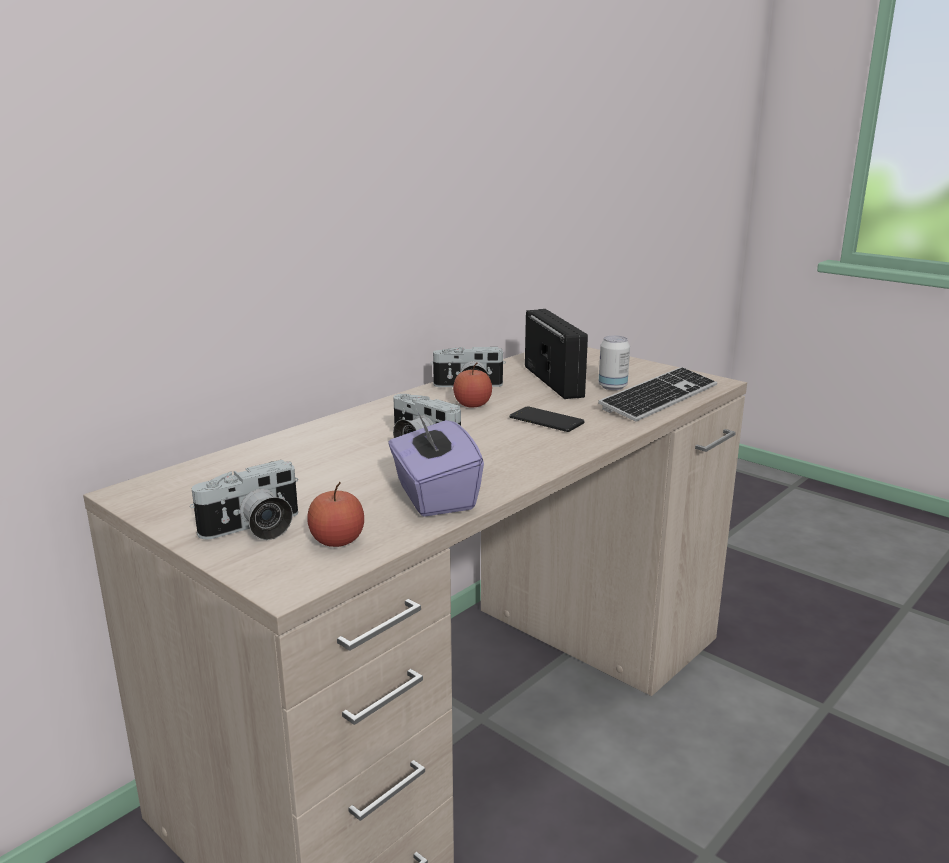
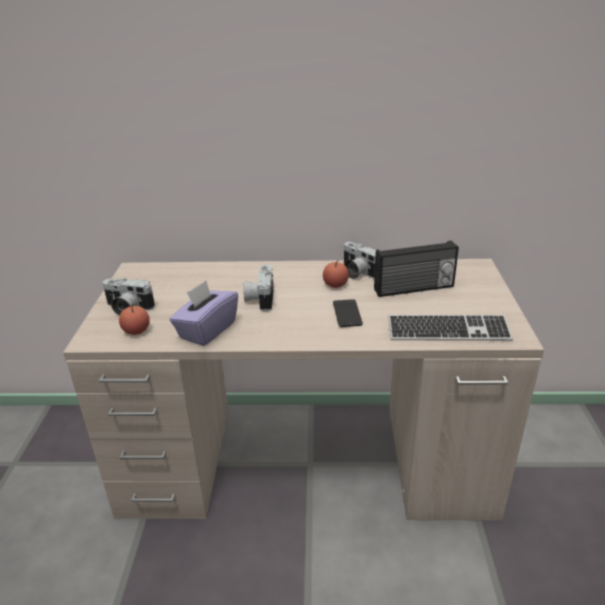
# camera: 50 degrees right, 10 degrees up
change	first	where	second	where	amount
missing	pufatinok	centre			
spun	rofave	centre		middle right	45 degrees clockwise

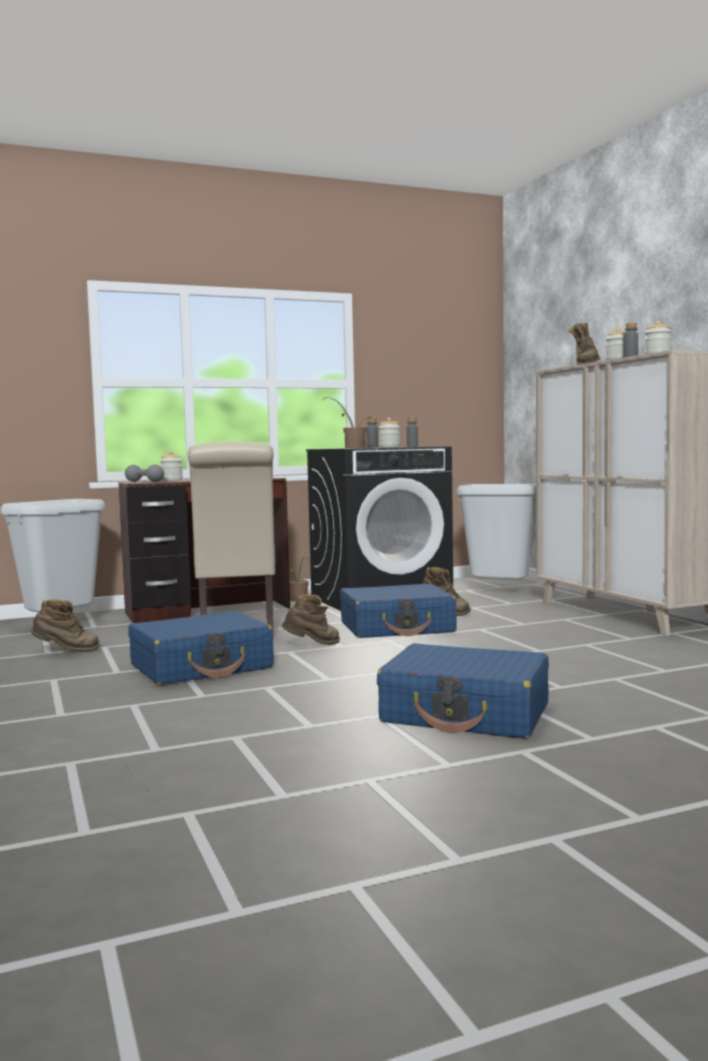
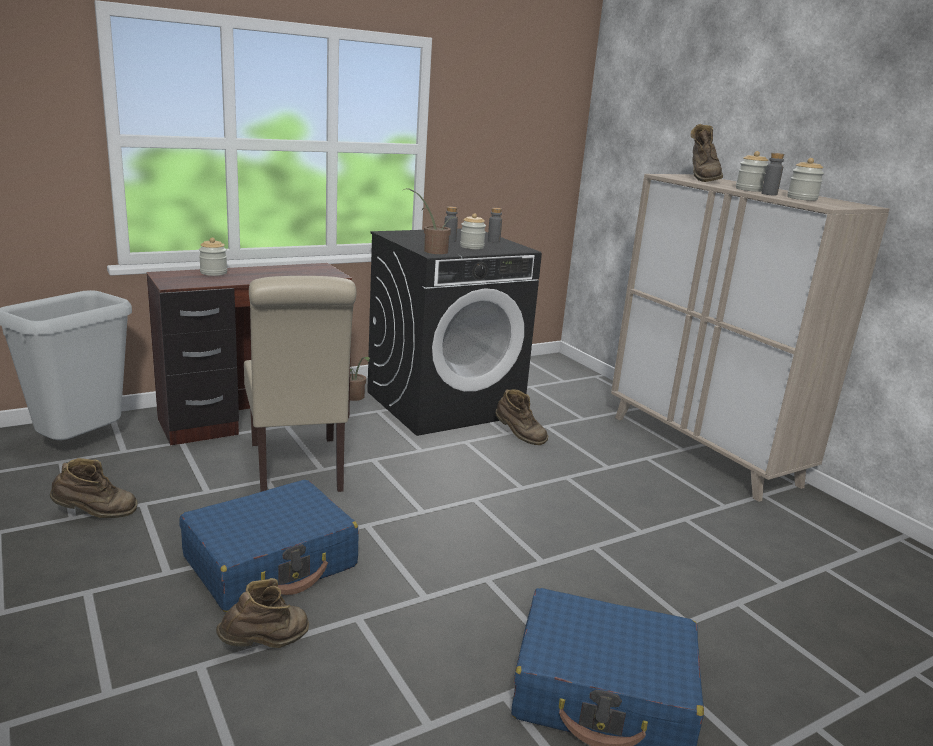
# camera: 10 degrees left, 15 degrees up
change	first	where	second	where	amount
missing	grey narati	middle left			
missing	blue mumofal (no. 2 from left)	centre			
missing	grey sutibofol (no. 2 from left)	middle right			
relocated	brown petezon (no. 2 from left)	centre		bottom left	

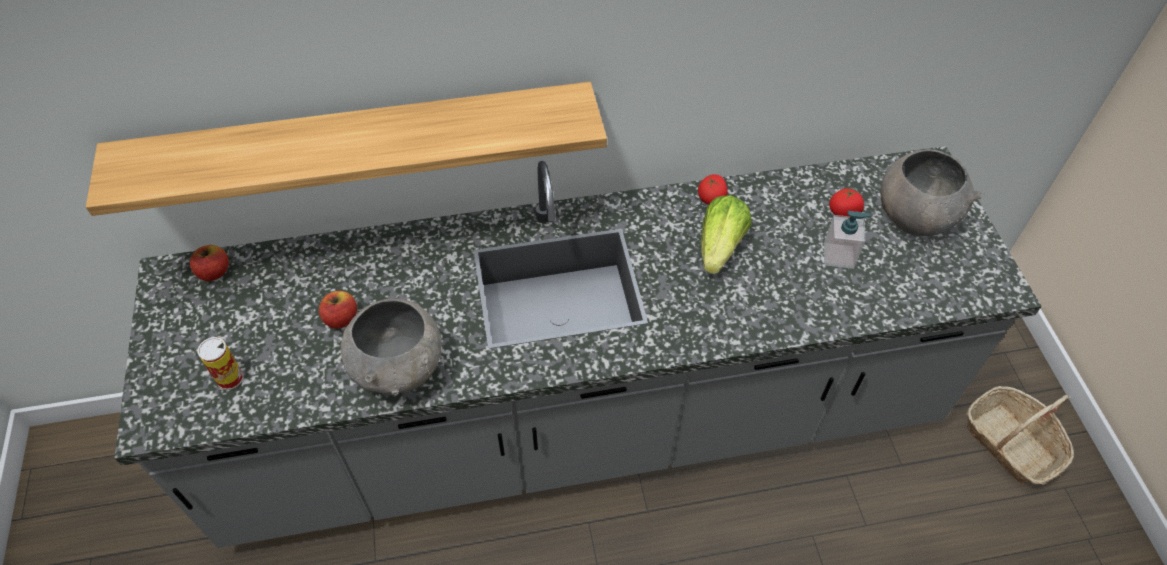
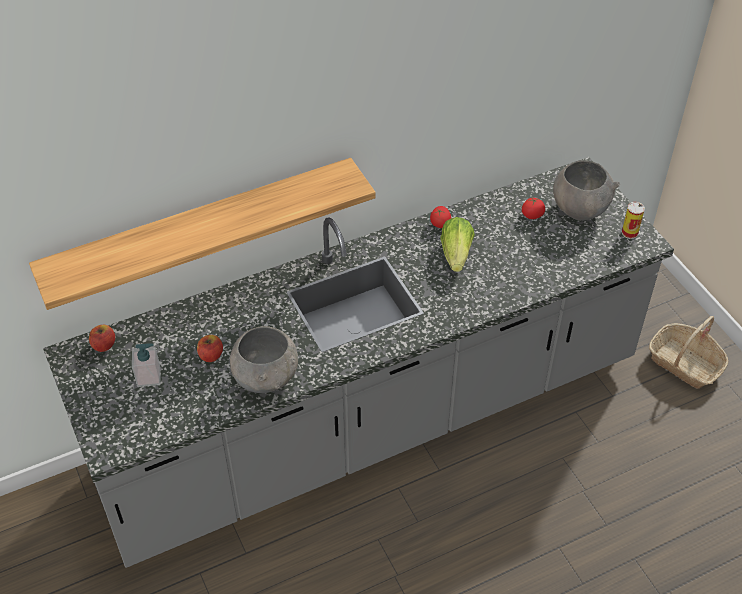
# camera: 15 degrees left, 5 degrees down
change	first	where	second	where	amount
relocated	pufatinok	middle left		middle right	
relocated	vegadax	middle right		middle left	

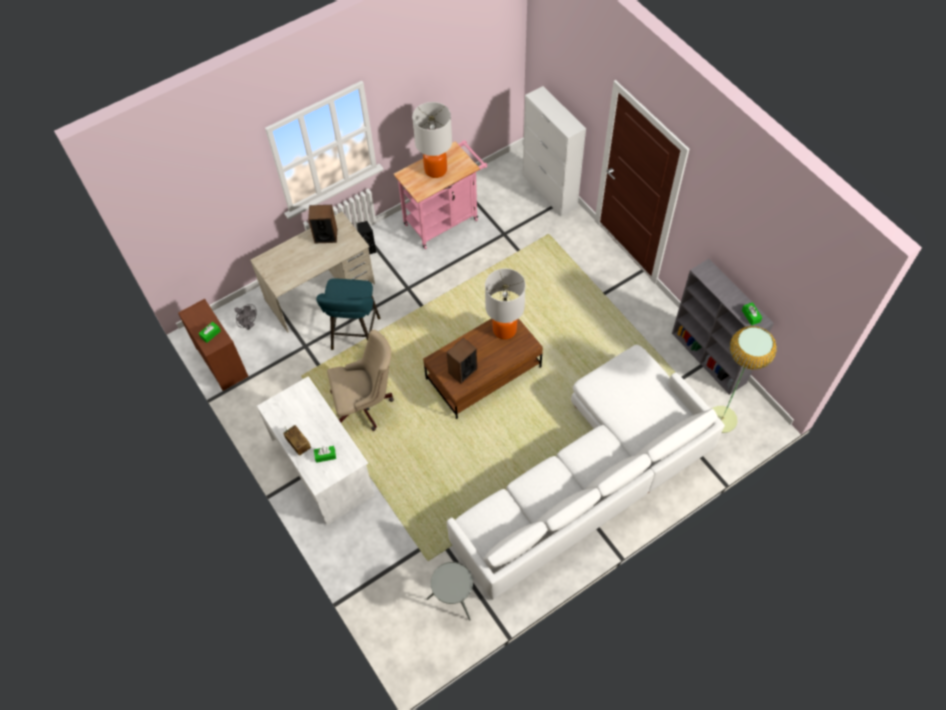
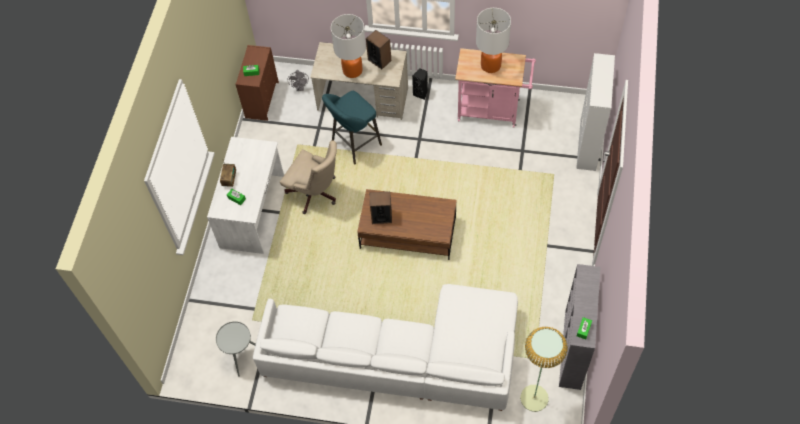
# camera: 45 degrees right, 0 degrees up
change	first	where	second	where	amount
relocated	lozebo (no. 2 from left in the first image)	centre	lozebo (no. 1 from left)	top centre	

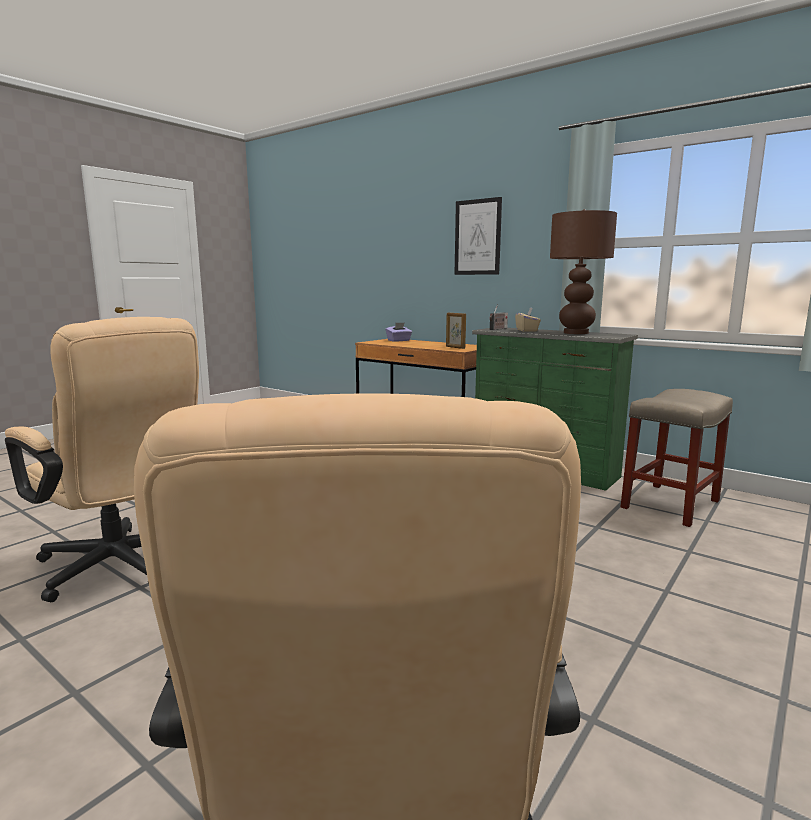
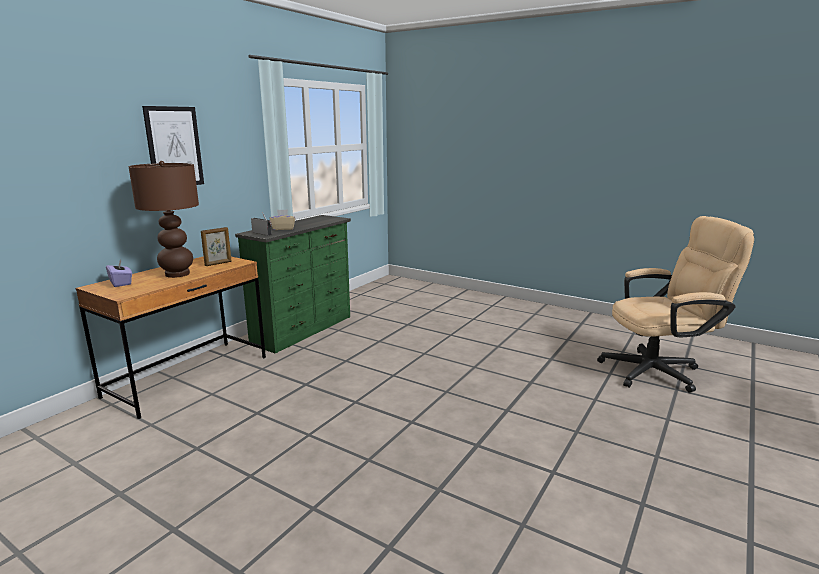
# camera: 95 degrees left, 5 degrees up
change	first	where	second	where	amount
missing	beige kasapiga (no. 1 from left)	middle left			
missing	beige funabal	middle right			
relocated	brown lozebo	top right		middle left	

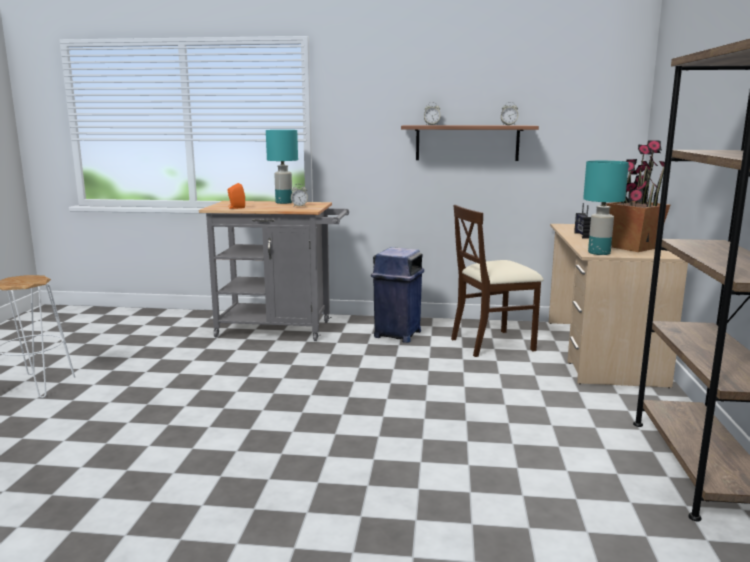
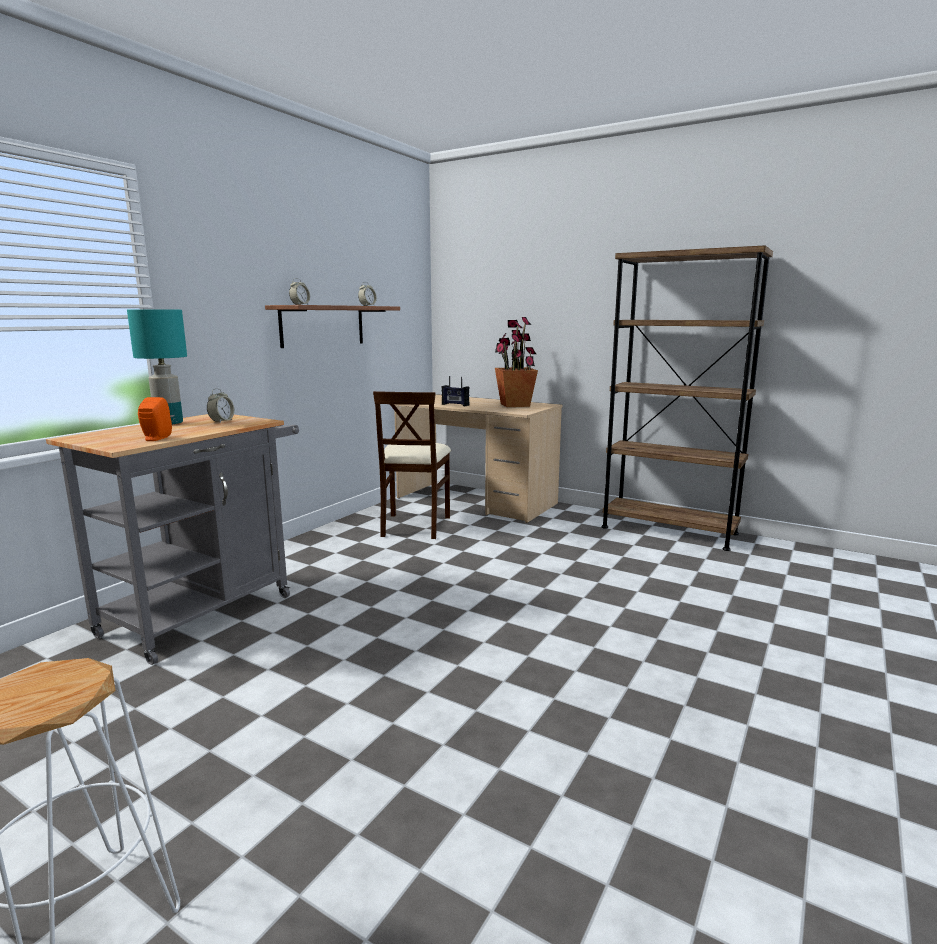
# camera: 65 degrees left, 0 degrees up
change	first	where	second	where	amount
missing	blue sutibofol	centre			
missing	turquoise lozebo (no. 2 from left)	middle right			

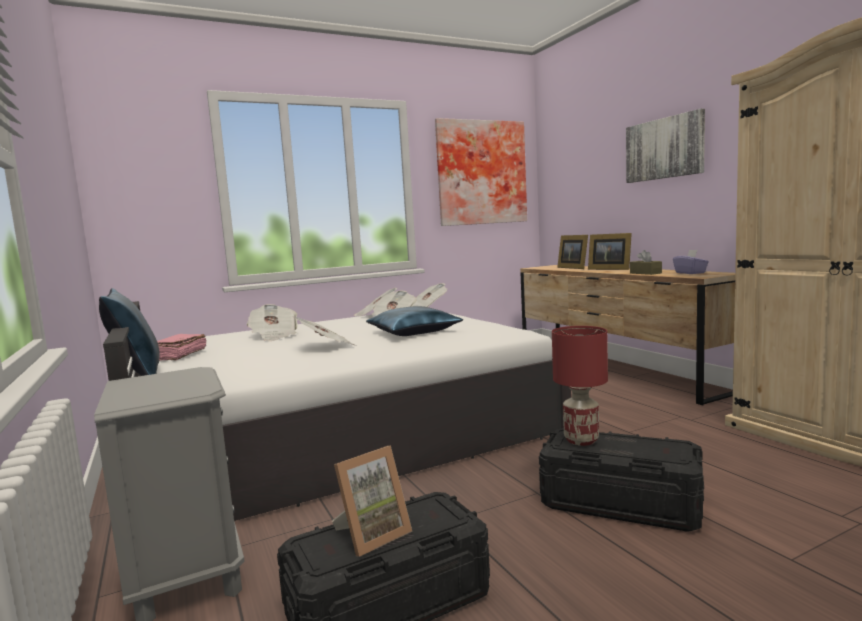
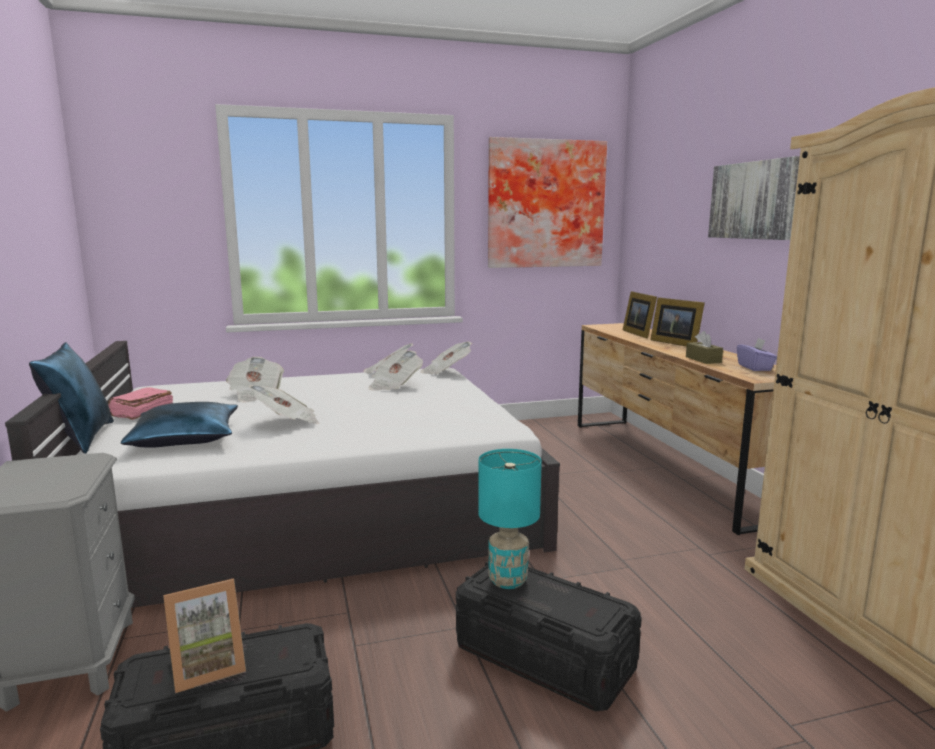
# camera: 10 degrees right, 5 degrees up
change	first	where	second	where	amount
relocated	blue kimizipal (no. 2 from left)	centre		middle left	
colour	red lozebo	middle right	turquoise lozebo	bottom centre	

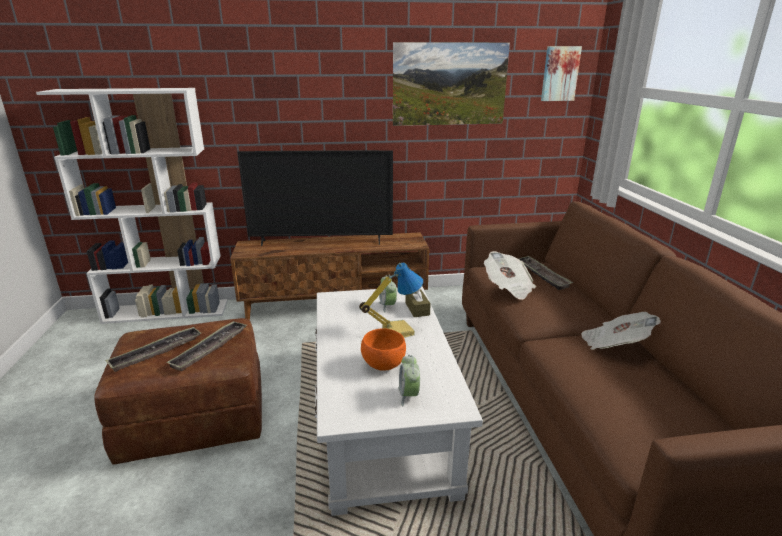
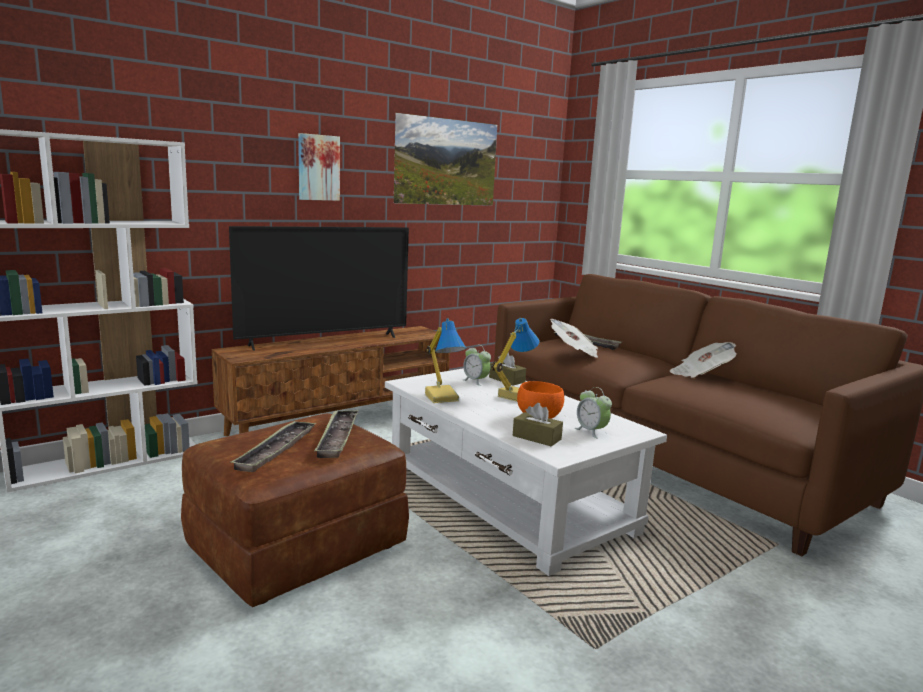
# camera: 30 degrees left, 10 degrees down
change	first	where	second	where	amount
appeared			lozebo (no. 1 from left)	centre	
appeared			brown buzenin (no. 2 from left)	centre	
relocated	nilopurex (no. 2 from left in the first image)	top right	nilopurex (no. 1 from left)	top centre	

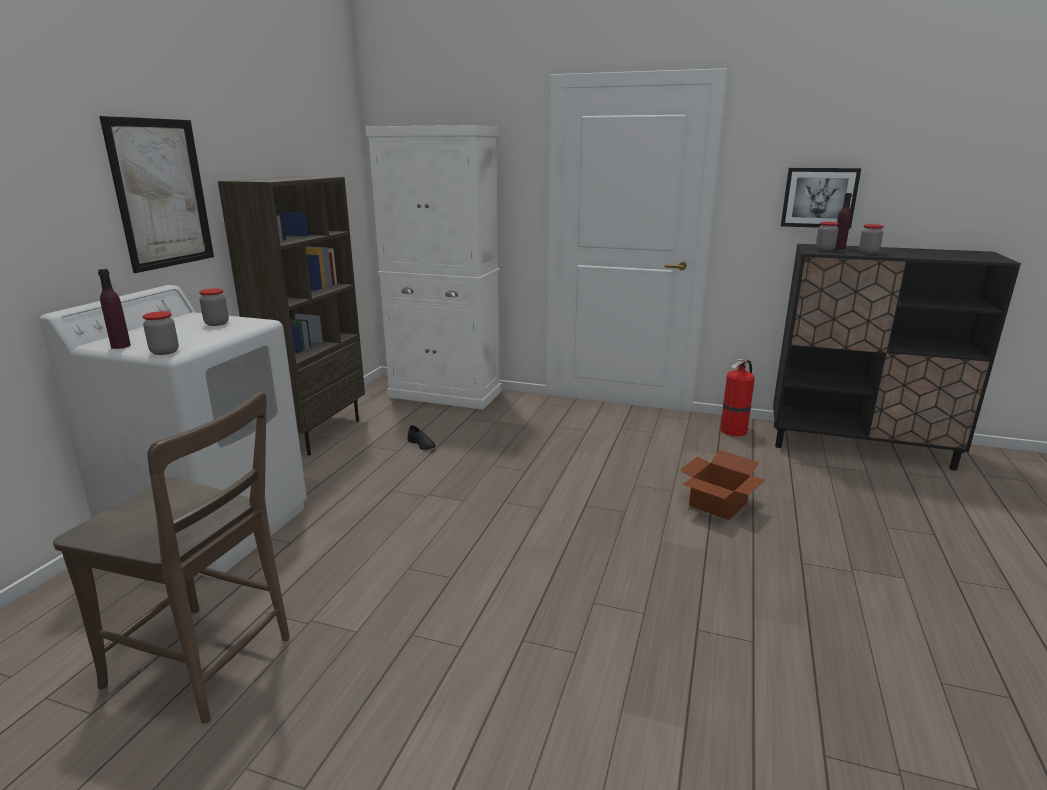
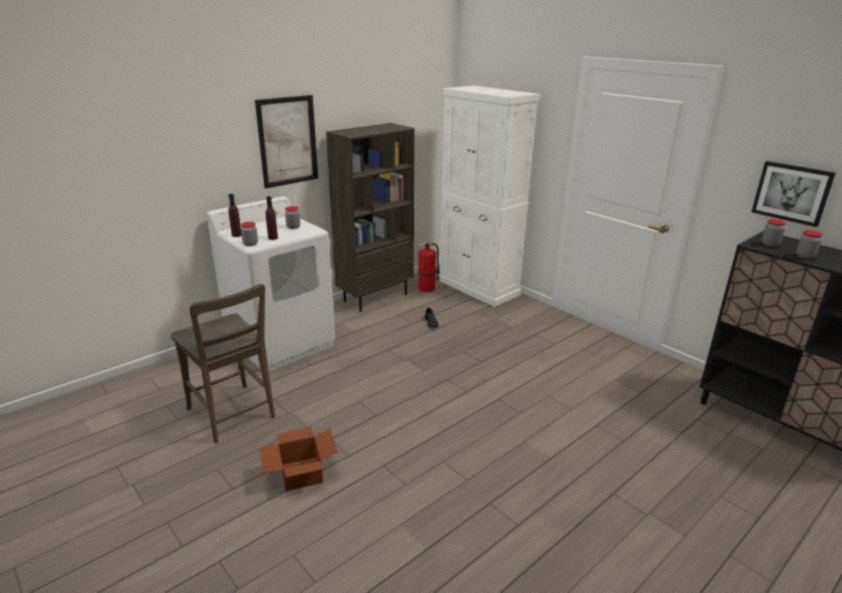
# camera: 30 degrees right, 5 degrees up
change	first	where	second	where	amount
relocated	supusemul	middle right		bottom centre	
relocated	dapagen	middle right		centre	
relocated	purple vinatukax (no. 2 from left)	top right		middle left	

